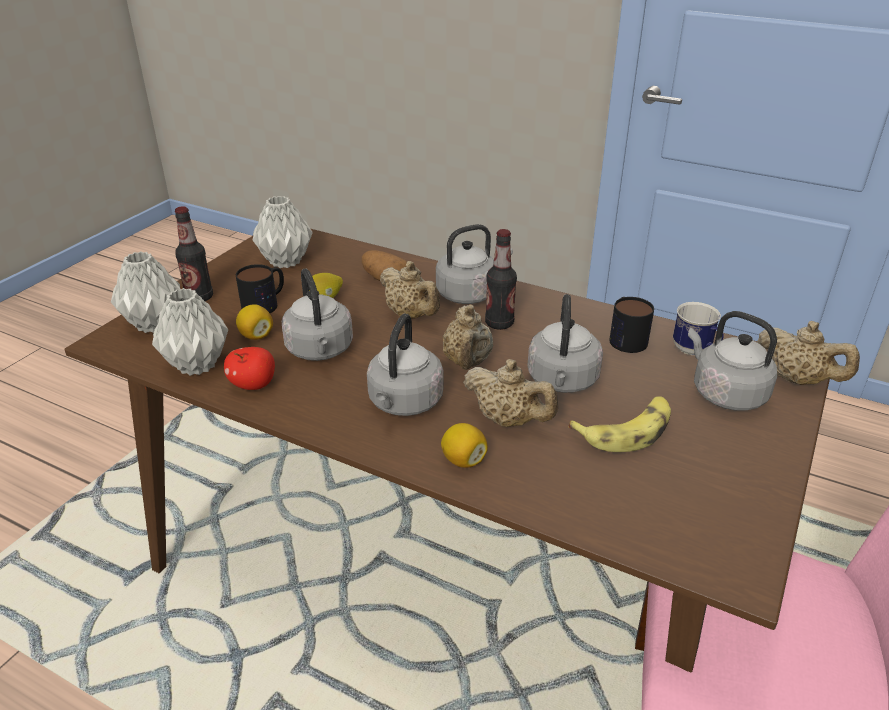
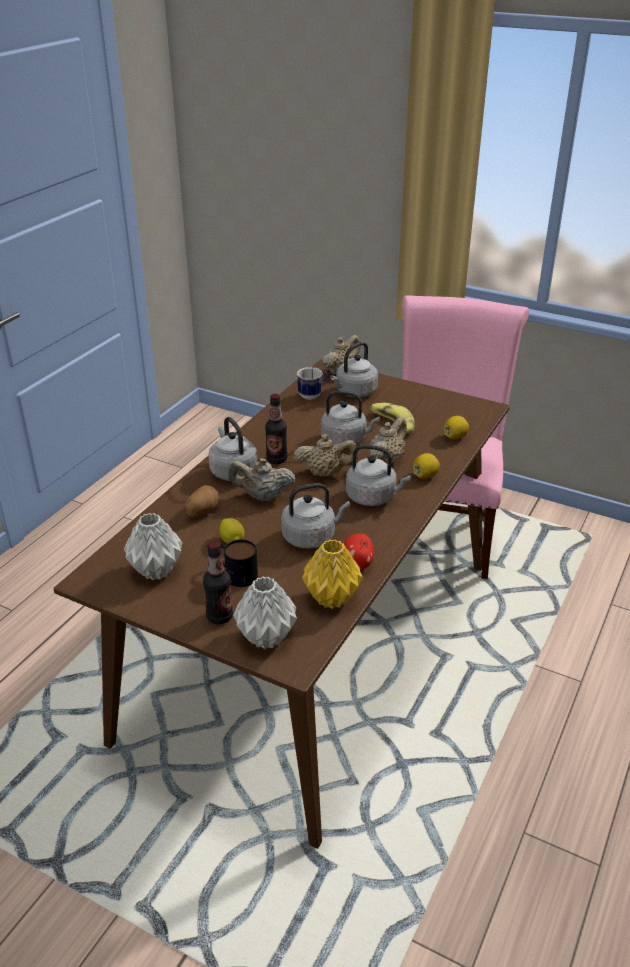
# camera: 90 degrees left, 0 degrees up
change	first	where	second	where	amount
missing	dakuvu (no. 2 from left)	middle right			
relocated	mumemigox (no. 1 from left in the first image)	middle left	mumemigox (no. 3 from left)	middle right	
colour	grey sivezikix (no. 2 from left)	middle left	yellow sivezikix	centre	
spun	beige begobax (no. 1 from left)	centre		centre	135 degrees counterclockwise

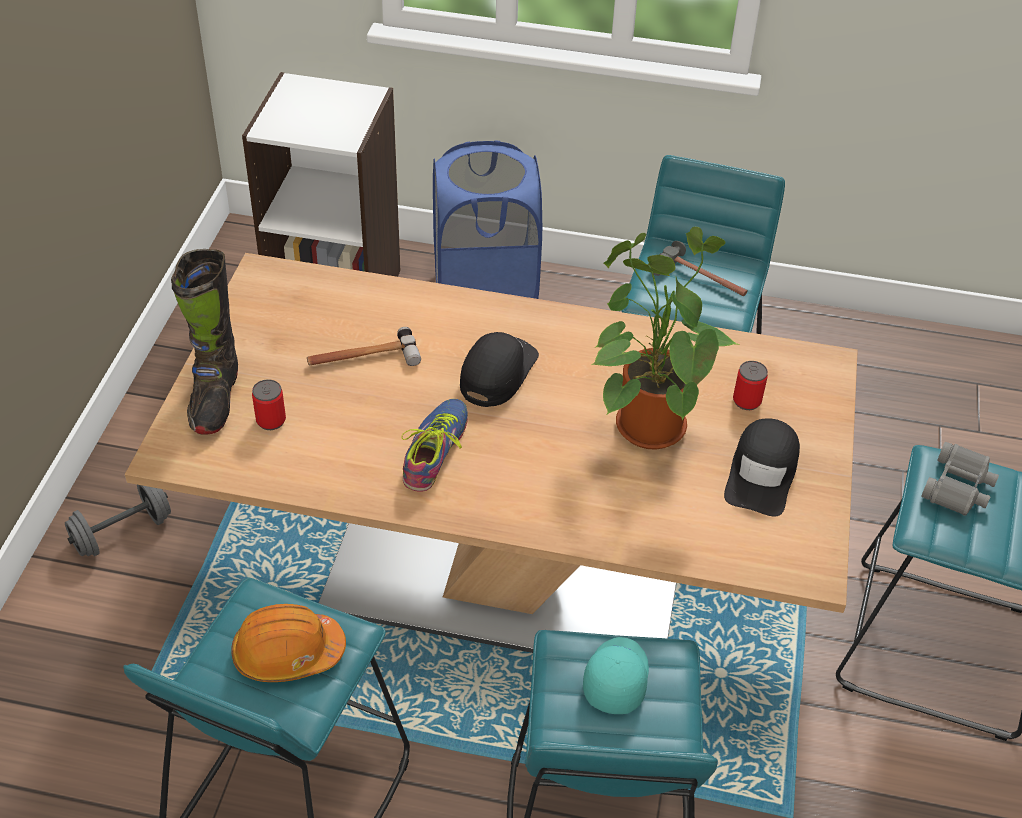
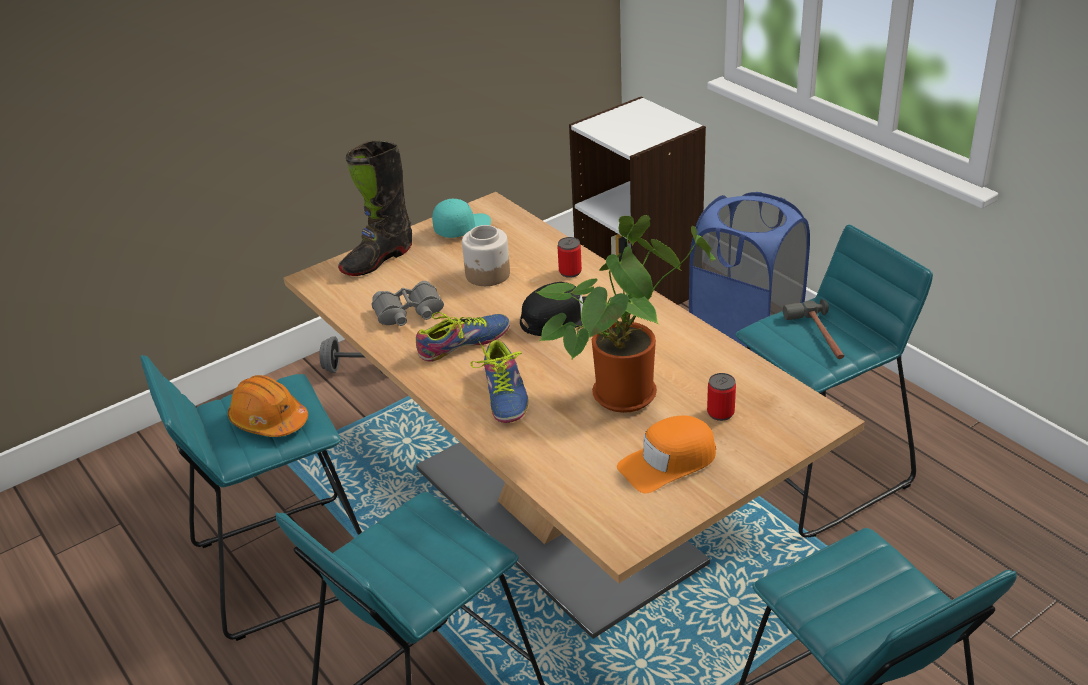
# camera: 45 degrees right, 10 degrees down
change	first	where	second	where	amount
appeared			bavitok (no. 2 from left)	centre	
relocated	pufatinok (no. 1 from left)	middle left		centre	
relocated	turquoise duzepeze	bottom centre		top centre	
relocated	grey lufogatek	middle right		centre	
exchanged	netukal (no. 1 from left)	centre	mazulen	centre	
colour	black duzepeze (no. 2 from left)	middle right	orange duzepeze	centre	

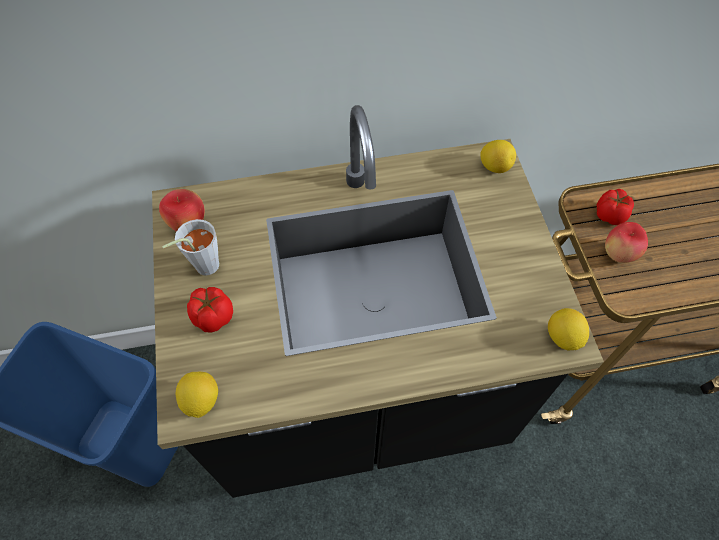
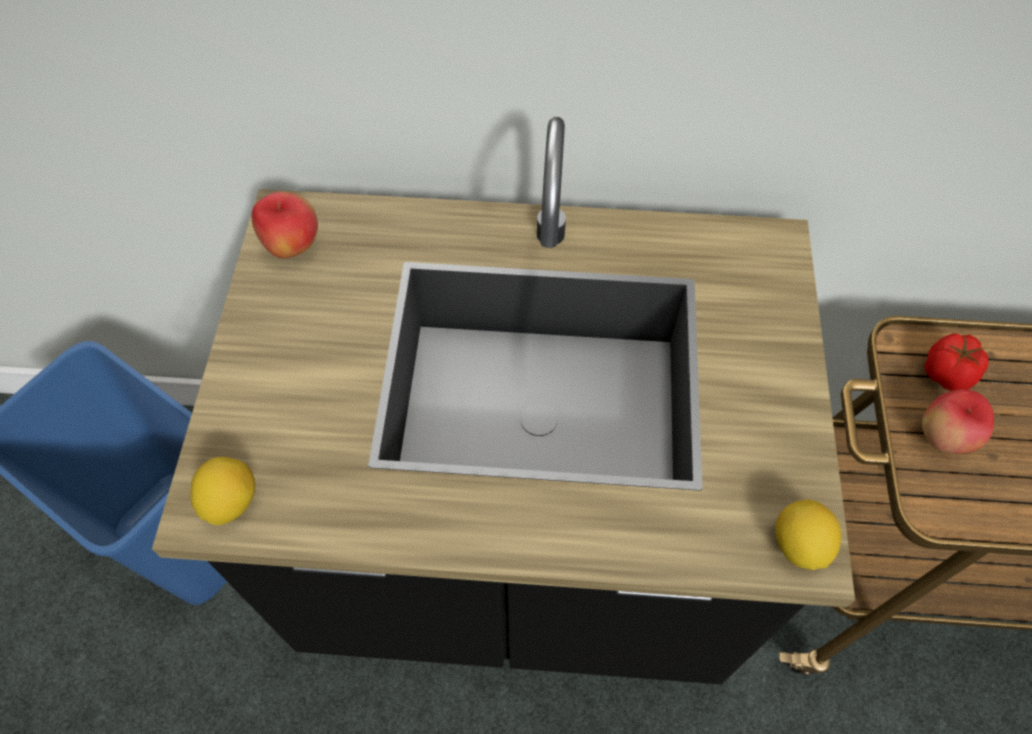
# camera: 15 degrees right, 0 degrees up
change	first	where	second	where	amount
missing	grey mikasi	middle left			
missing	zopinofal (no. 1 from left)	middle left			
missing	mumemigox (no. 2 from left)	top right			

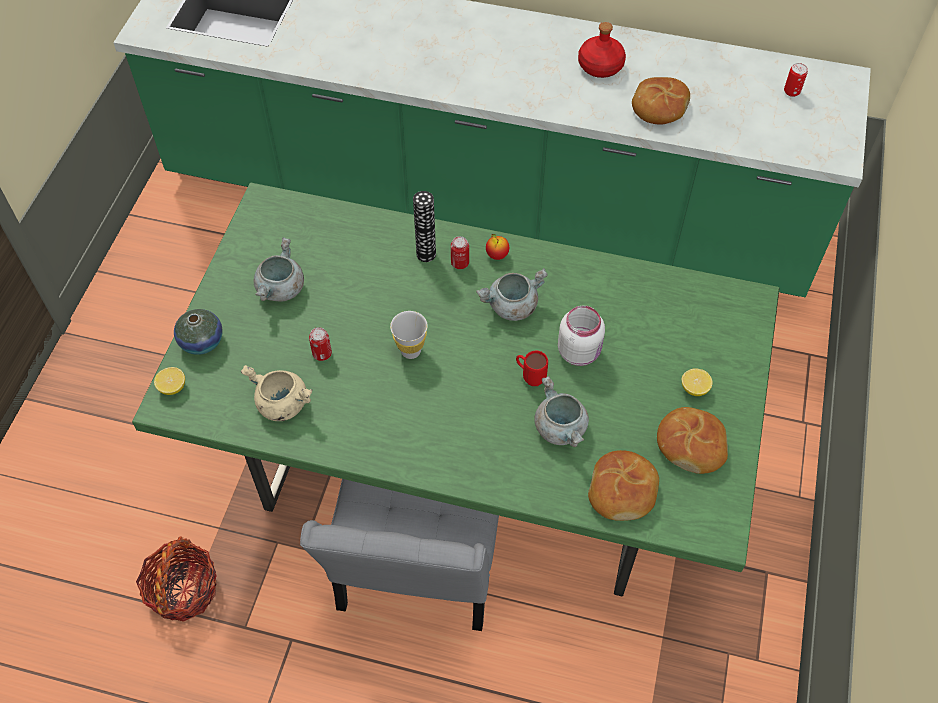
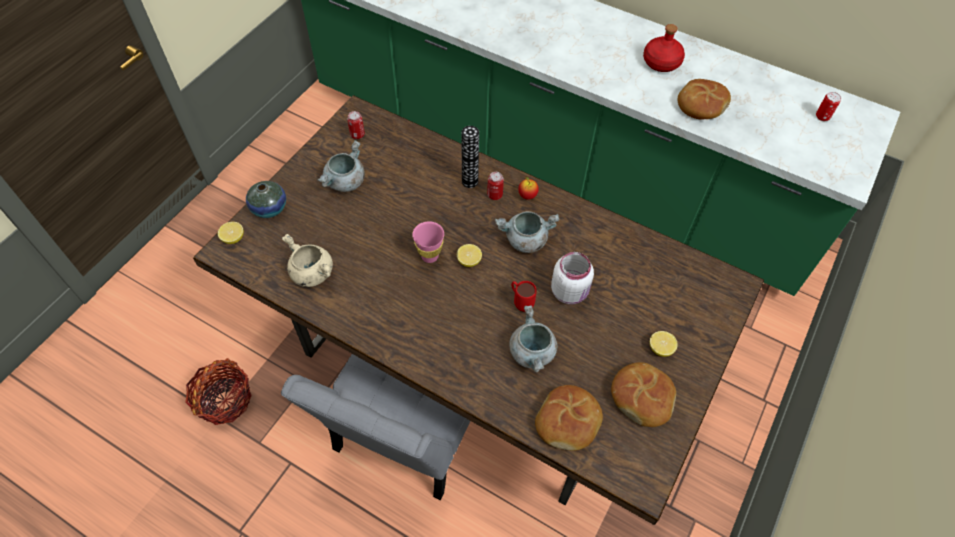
# camera: 15 degrees right, 0 degrees up
change	first	where	second	where	amount
appeared			mumemigox (no. 2 from left)	centre	
relocated	pufatinok (no. 1 from left)	centre		top centre	
colour	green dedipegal	centre	brown dedipegal	centre	
colour	white mikasi	centre	pink mikasi	centre	

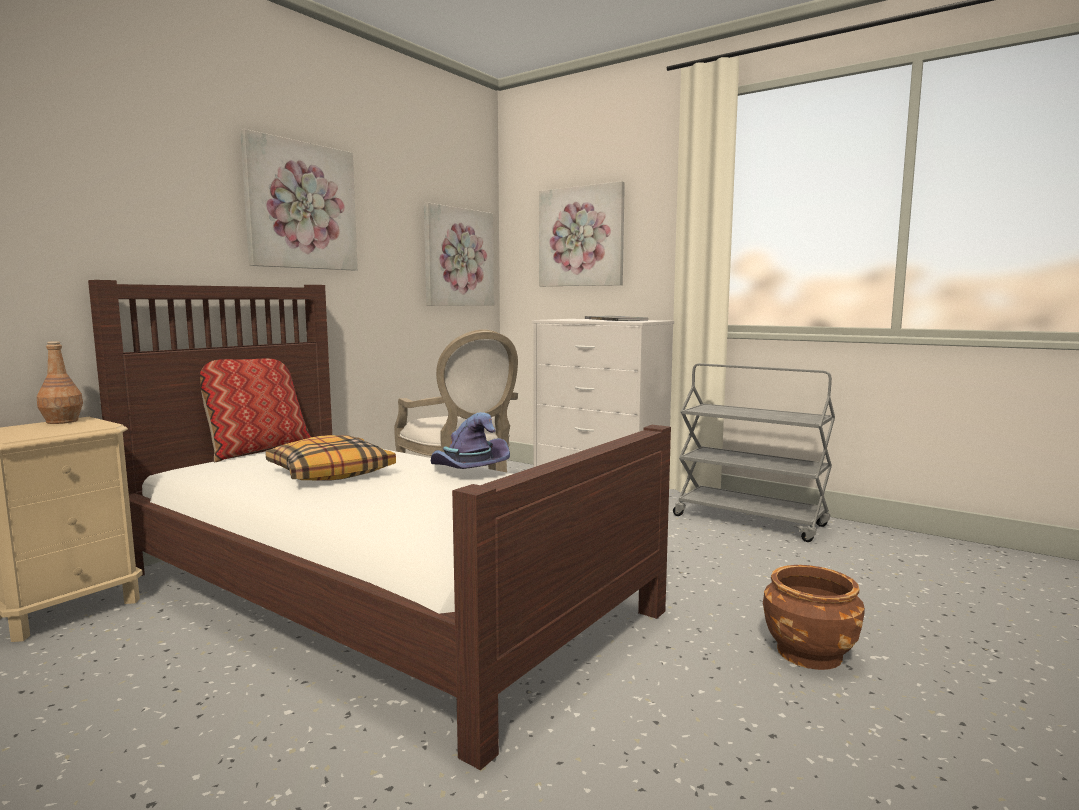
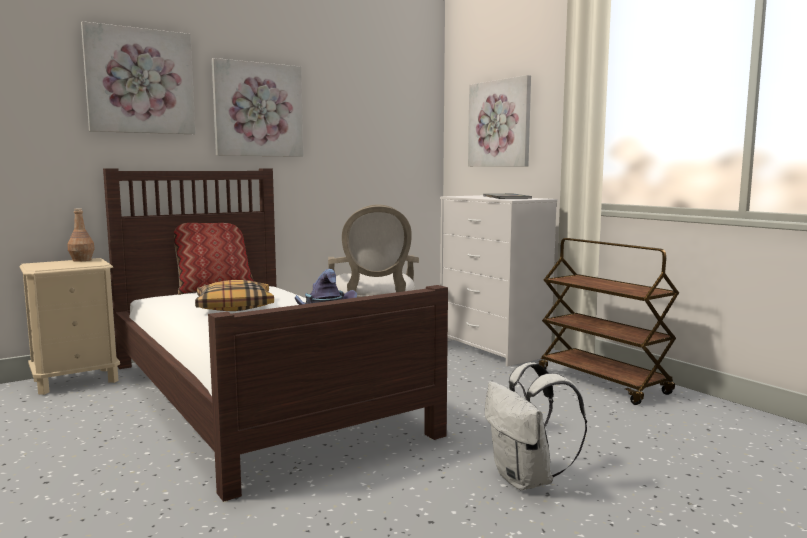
# camera: 20 degrees right, 0 degrees up
change	first	where	second	where	amount
relocated	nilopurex (no. 2 from left in the first image)	top centre	nilopurex (no. 1 from left)	top left	
exchanged	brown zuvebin	bottom right	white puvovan	bottom centre	
colour	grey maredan	middle right	brown maredan	middle right	

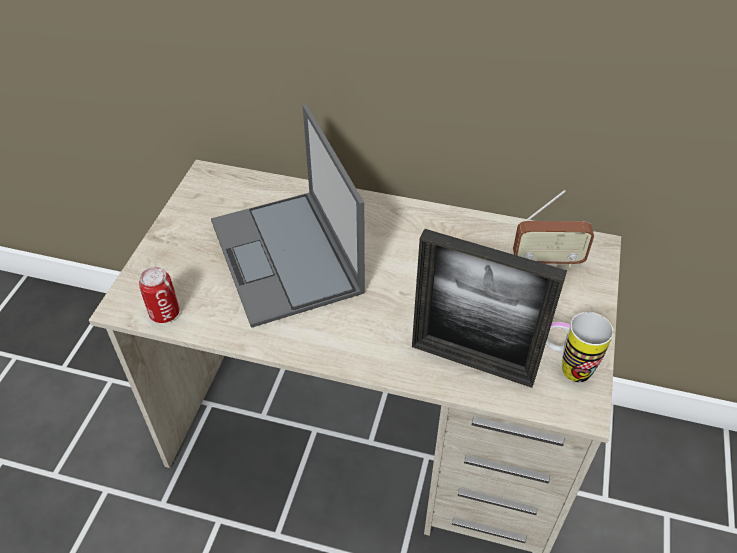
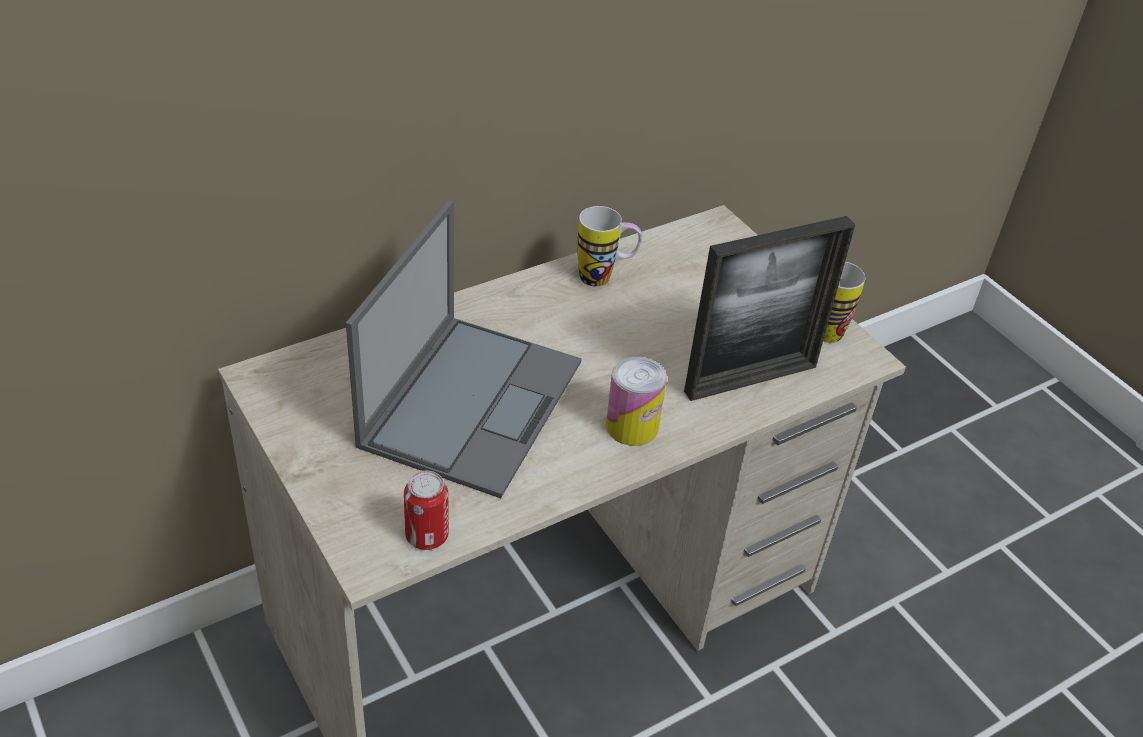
# camera: 50 degrees left, 5 degrees down
change	first	where	second	where	amount
missing	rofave	middle right			
appeared			dakuvu (no. 1 from left)	centre	
appeared			pufatinok (no. 2 from left)	centre	
spun	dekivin	centre		centre	90 degrees counterclockwise

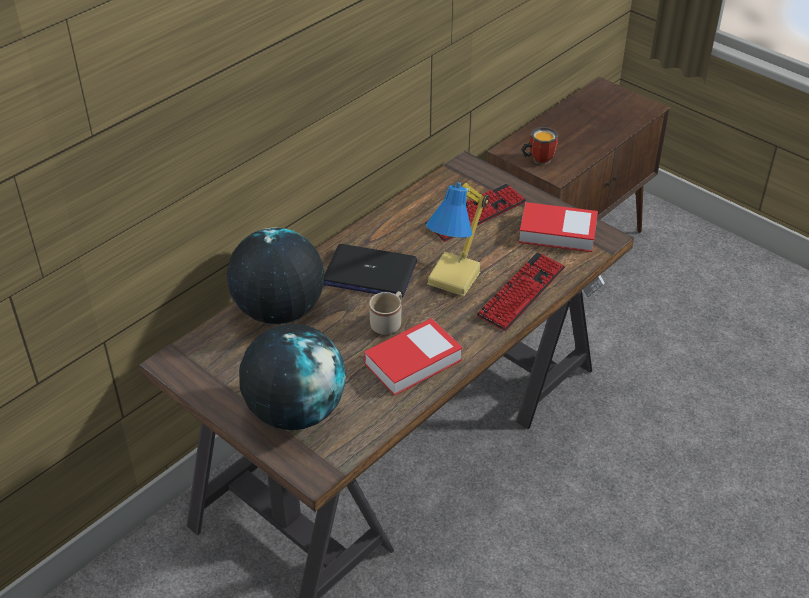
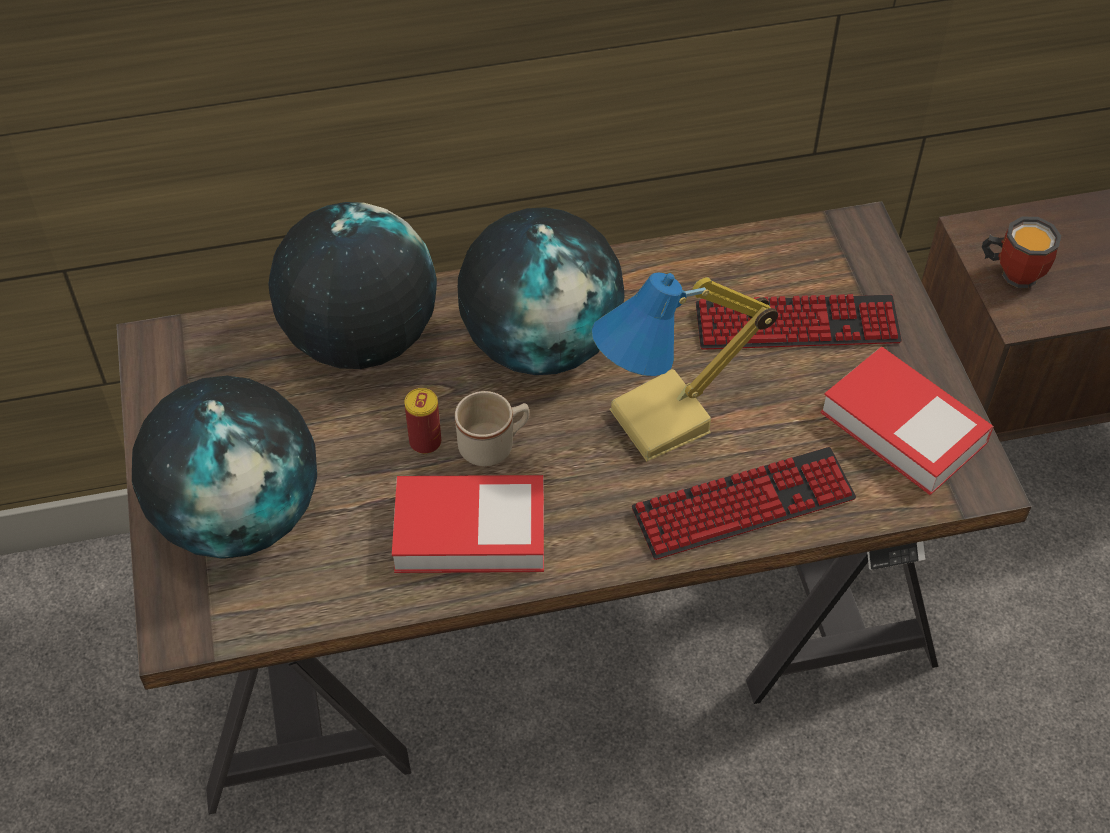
# camera: 35 degrees right, 10 degrees up
change	first	where	second	where	amount
appeared			pufatinok	centre	
exchanged	dekivin	centre	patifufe (no. 3 from left)	centre	

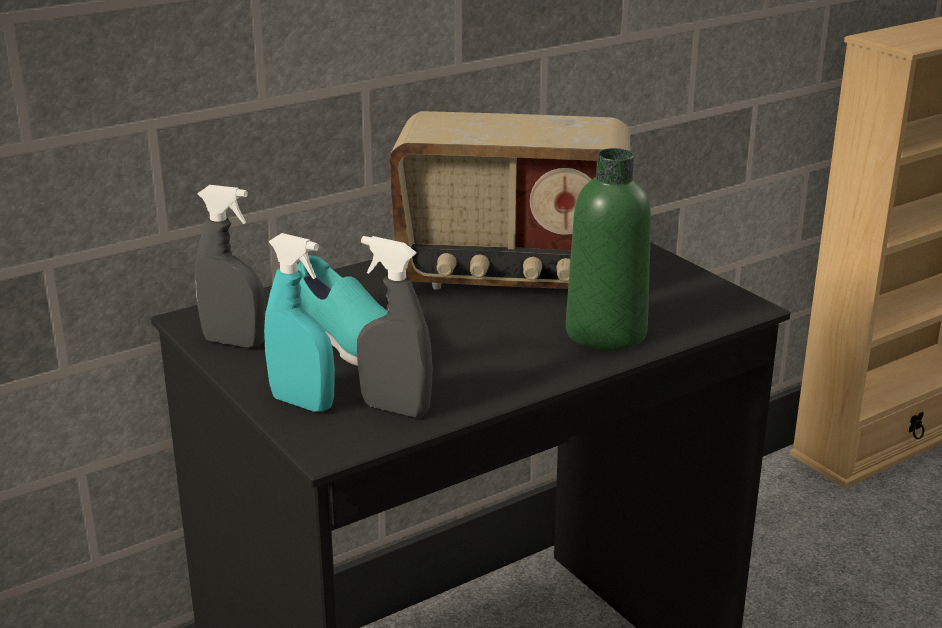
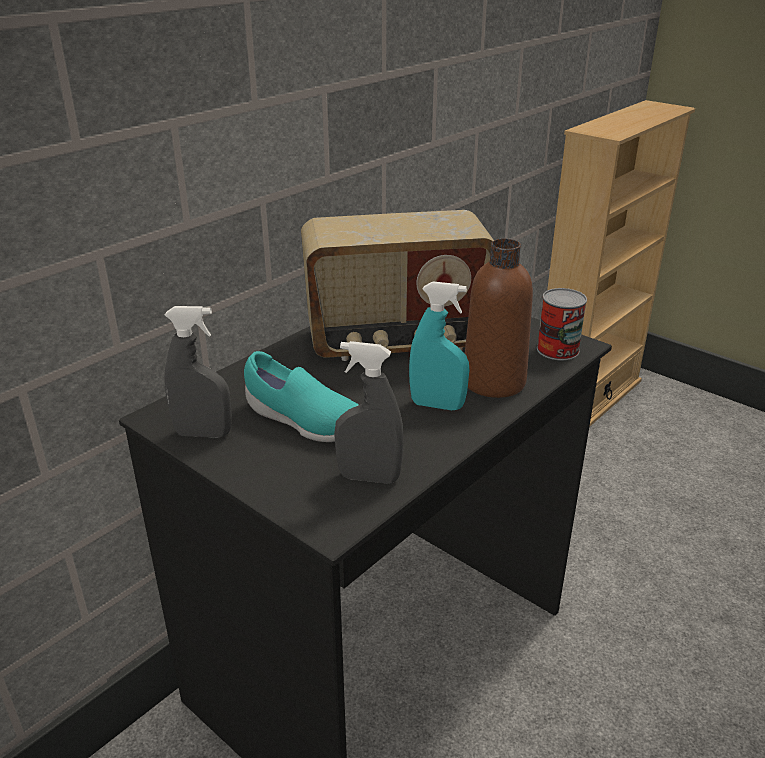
# camera: 15 degrees left, 5 degrees up
change	first	where	second	where	amount
appeared			pufatinok	middle right	
relocated	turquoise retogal	middle left		centre	
colour	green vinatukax	centre	brown vinatukax	centre	

